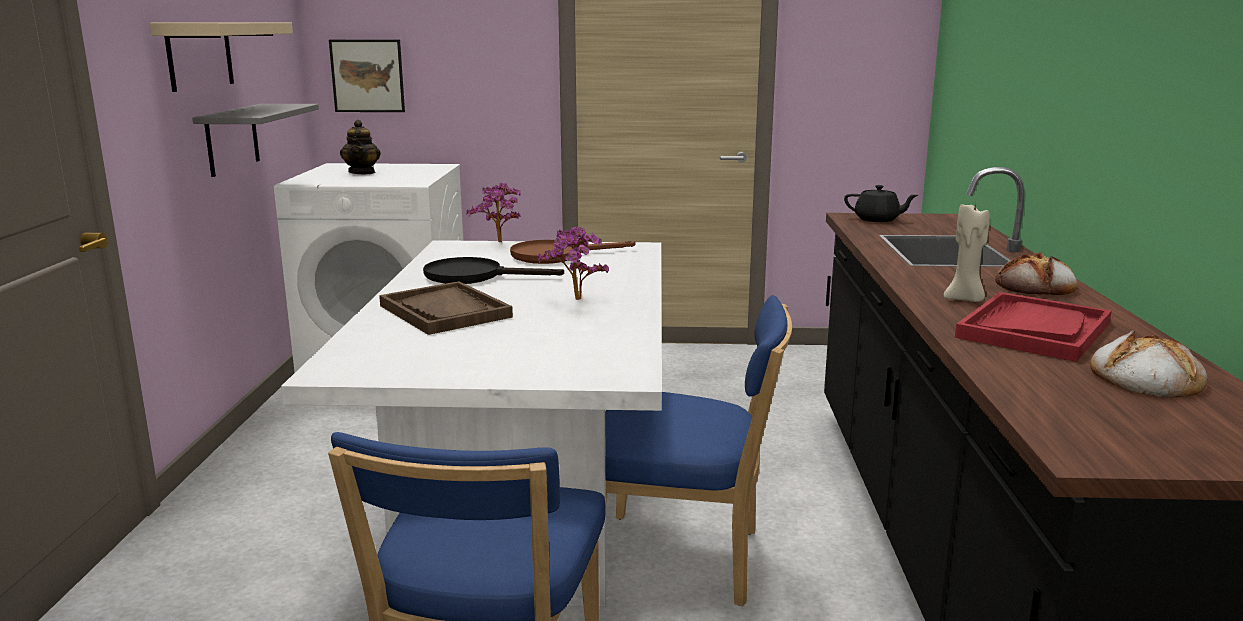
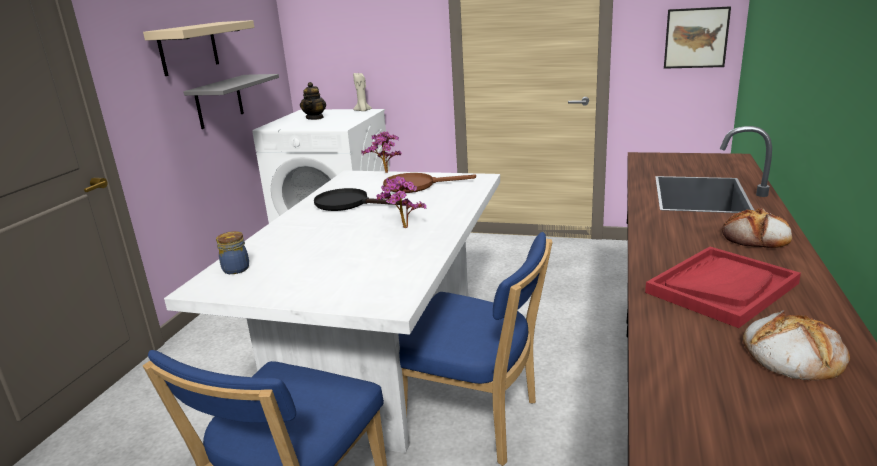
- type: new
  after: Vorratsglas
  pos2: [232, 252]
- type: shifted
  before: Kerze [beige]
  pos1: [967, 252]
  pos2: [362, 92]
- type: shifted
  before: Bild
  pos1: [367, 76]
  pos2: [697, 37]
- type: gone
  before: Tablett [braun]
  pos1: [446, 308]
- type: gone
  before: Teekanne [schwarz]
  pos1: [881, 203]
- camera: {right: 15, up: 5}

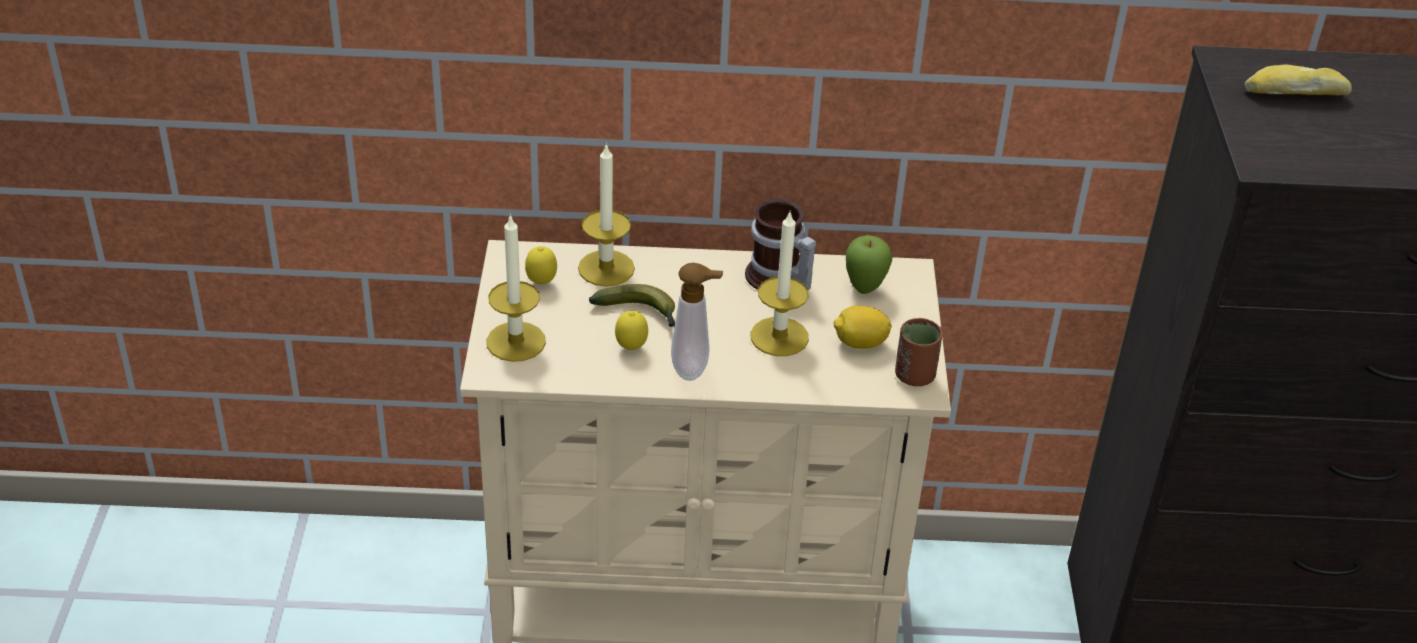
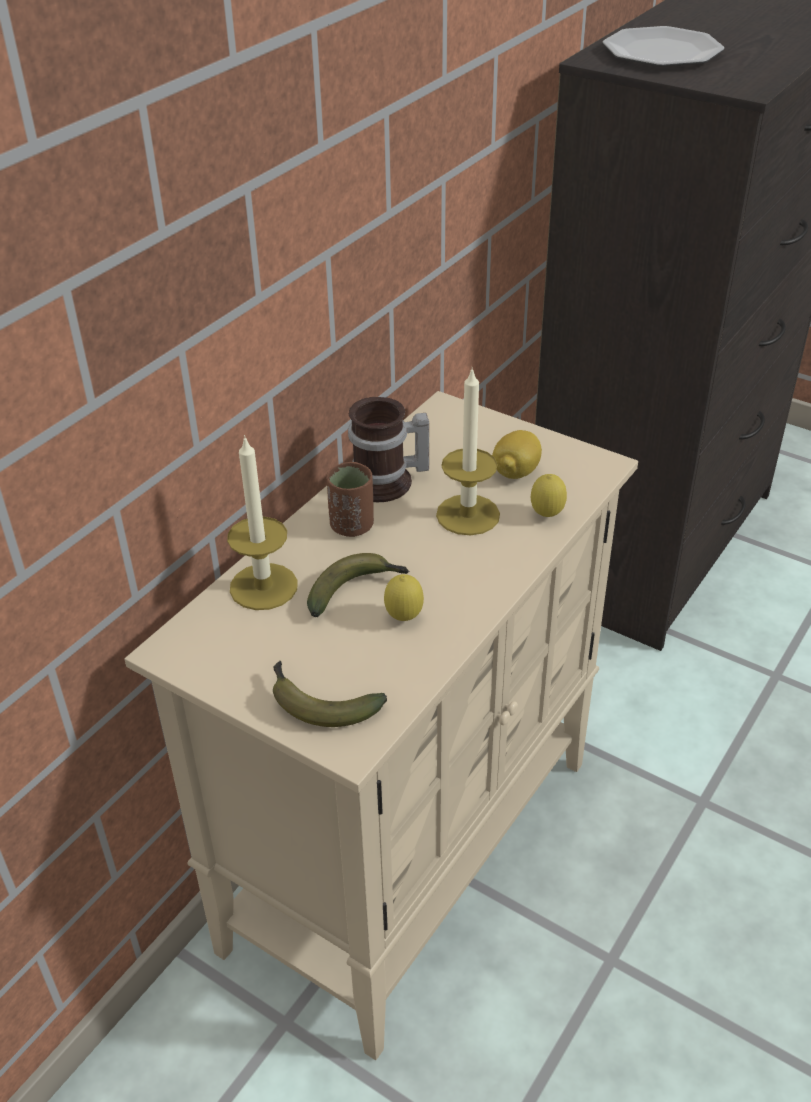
- type: swapped
  before: Kerze
  after: Banane
  pos1: [516, 288]
  pos2: [330, 694]
- type: shifted
  before: Tasse [braun]
  pos1: [918, 352]
  pos2: [350, 499]
- type: shifted
  before: Zitrone
  pos1: [541, 265]
  pos2: [549, 495]
- type: swapped
  before: Brot
  after: Teller
  pos1: [1298, 79]
  pos2: [663, 46]
- type: gone
  before: Seifenspender
  pos1: [697, 322]
- type: gone
  before: Apfel
  pos1: [869, 264]
- camera: {right: -55, up: 0}

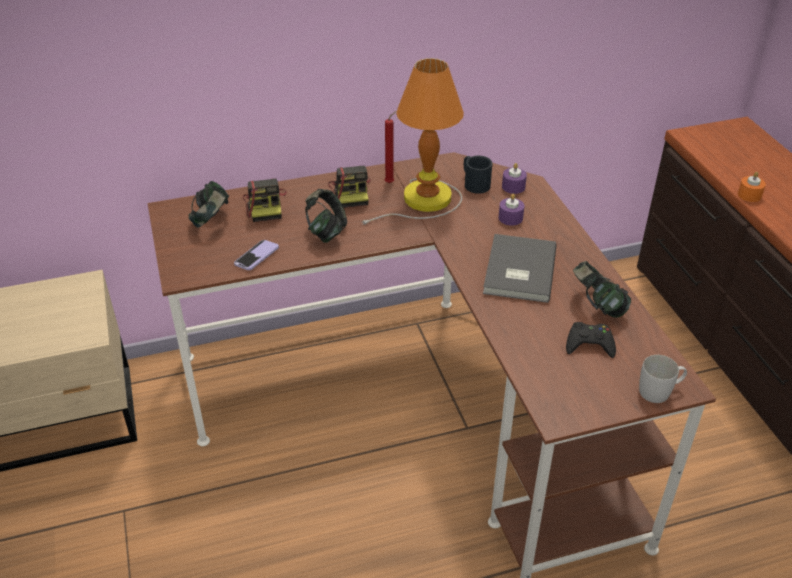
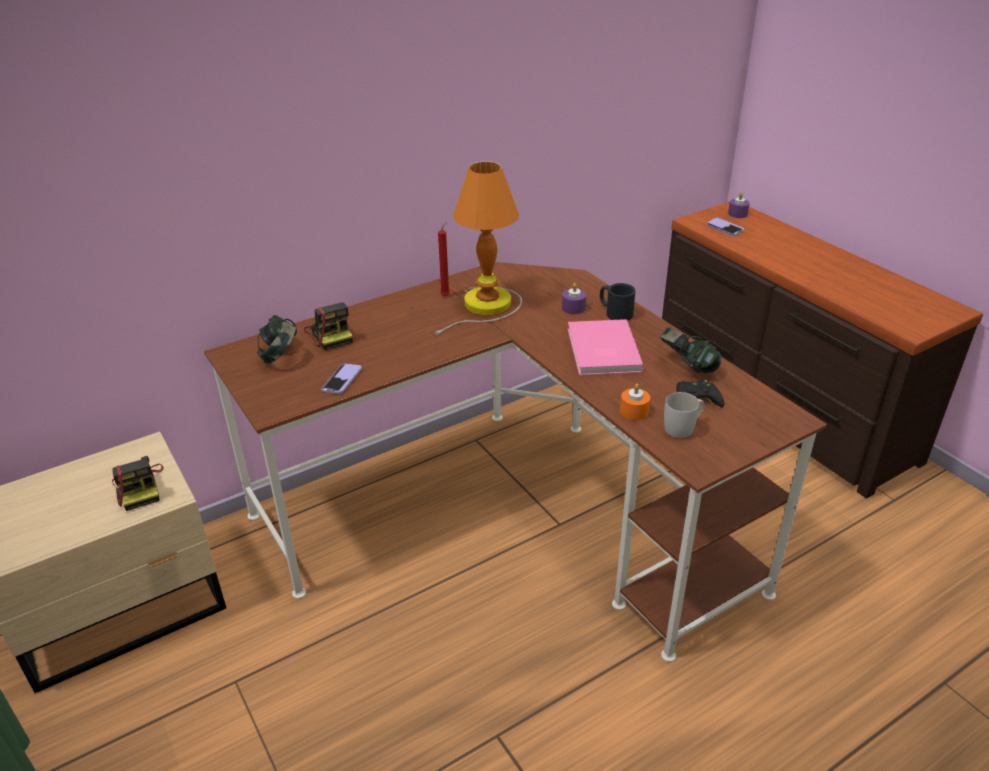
- type: shifted
  before: Kamera
  pos1: [349, 187]
  pos2: [138, 483]
- type: repainted
  before: Buch [grau]
  after: Buch [rosa]
  pos1: [520, 268]
  pos2: [606, 347]
- type: shifted
  before: Henkelbecher [schwarz]
  pos1: [478, 175]
  pos2: [618, 302]
- type: shifted
  before: Kerze [orange]
  pos1: [752, 187]
  pos2: [635, 402]
- type: shifted
  before: Henkelbecher [weiß]
  pos1: [663, 379]
  pos2: [684, 415]
- type: new
  after: Handy
  pos2: [725, 227]
- type: shifted
  before: Kerze [lila]
  pos1: [514, 178]
  pos2: [739, 205]
- type: gone
  before: Kopfhörer
  pos1: [326, 216]
- camera: {right: -15, up: -5}

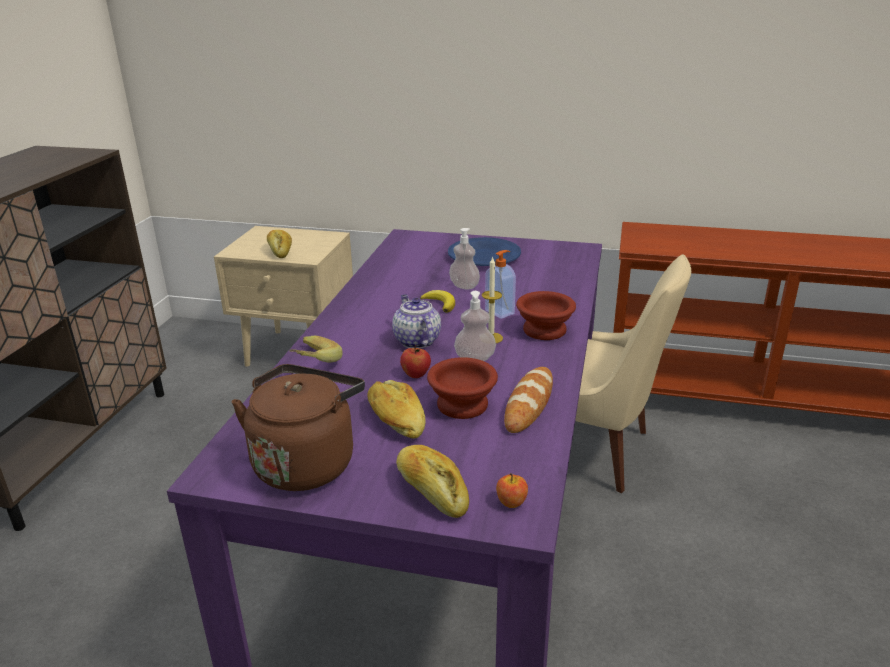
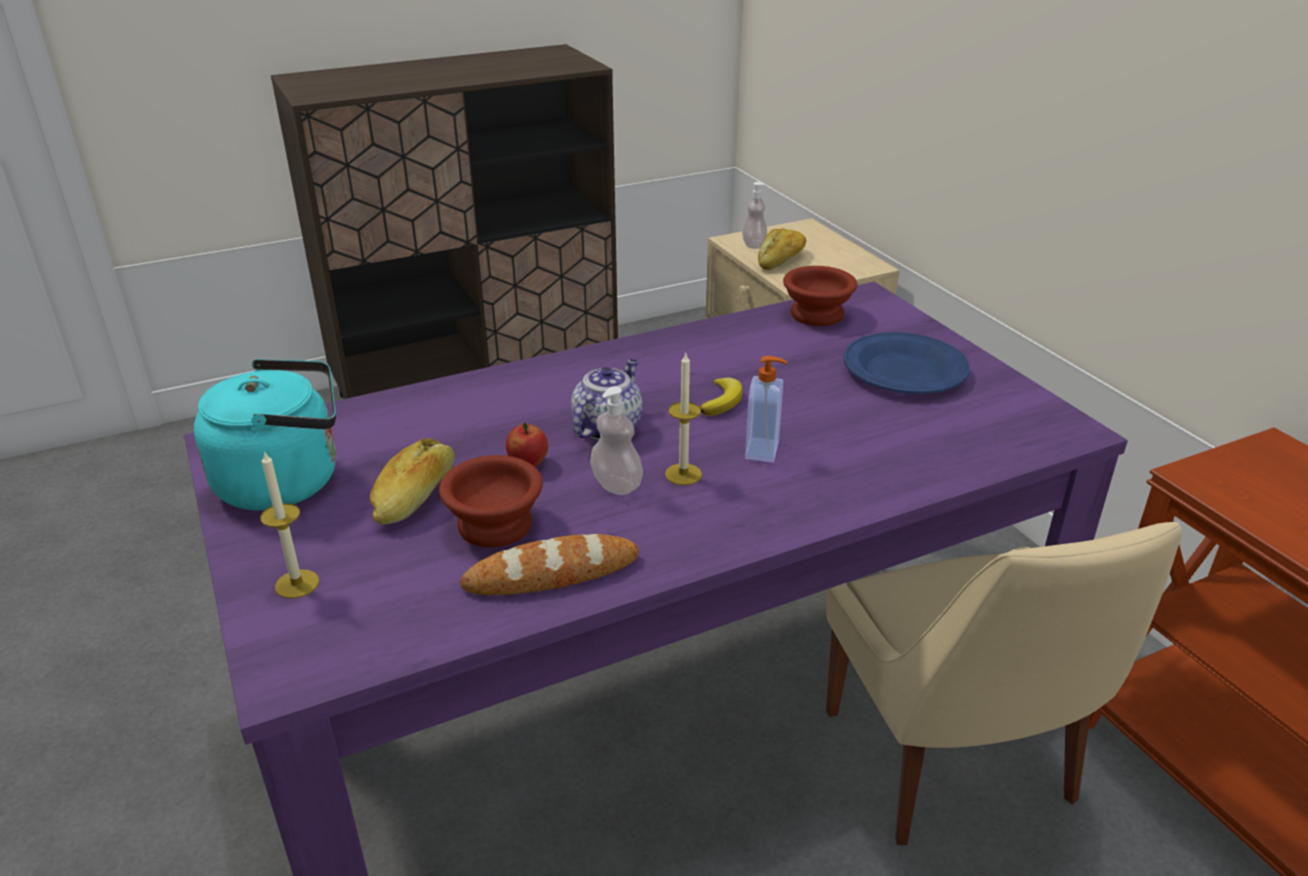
- type: repainted
  before: Wasserkessel [braun]
  after: Wasserkessel [türkis]
  pos1: [298, 427]
  pos2: [265, 435]
- type: swapped
  before: Brot
  after: Kerze
  pos1: [432, 481]
  pos2: [289, 524]
- type: shifted
  before: Seifenspender
  pos1: [464, 259]
  pos2: [754, 215]
- type: shifted
  before: Schüssel [braun]
  pos1: [546, 315]
  pos2: [820, 296]
- type: gone
  before: Banane
  pos1: [315, 349]
- type: gone
  before: Apfel
  pos1: [512, 490]
- camera: {right: 50, up: 5}

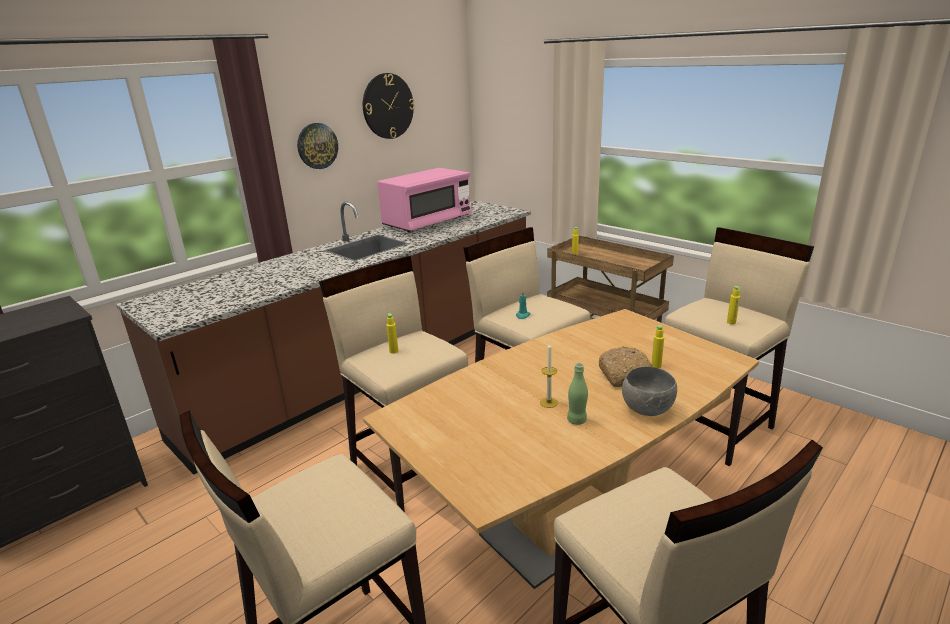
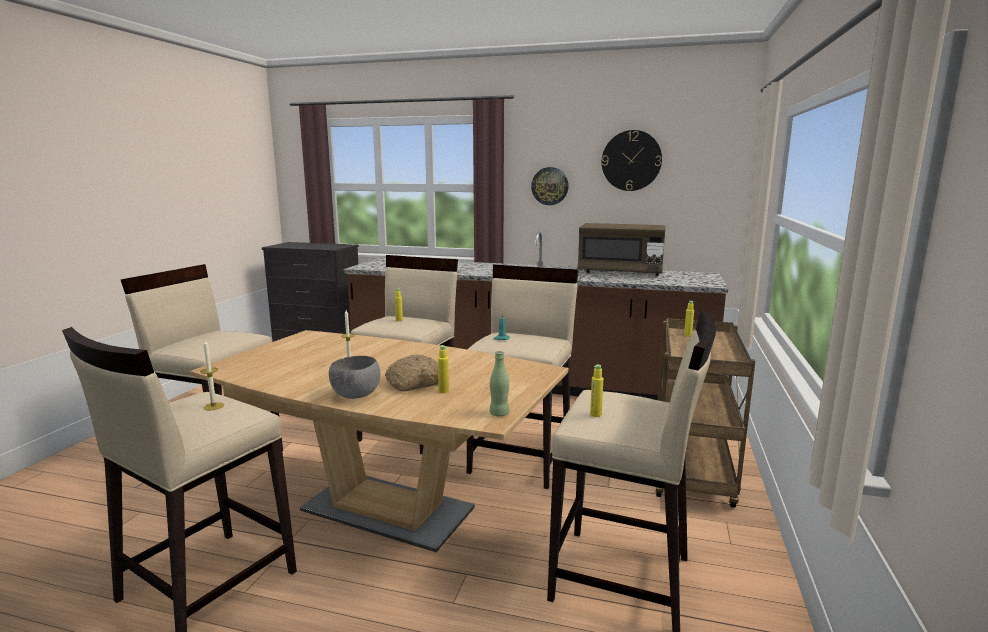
- type: new
  after: Kerze
  pos2: [212, 375]
- type: shifted
  before: Flasche [grün]
  pos1: [577, 394]
  pos2: [499, 383]
- type: repainted
  before: Mikrowelle [rosa]
  after: Mikrowelle [braun]
  pos1: [424, 200]
  pos2: [621, 249]
- camera: {right: 60, up: -10}

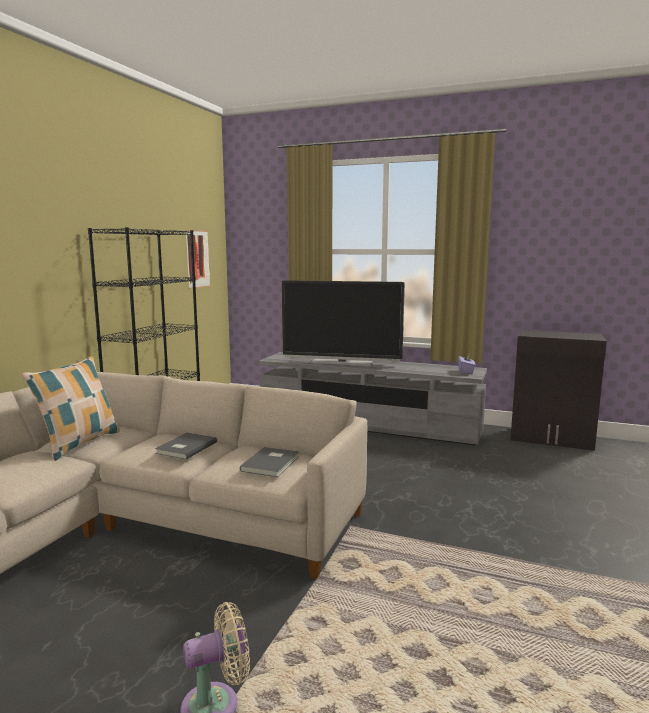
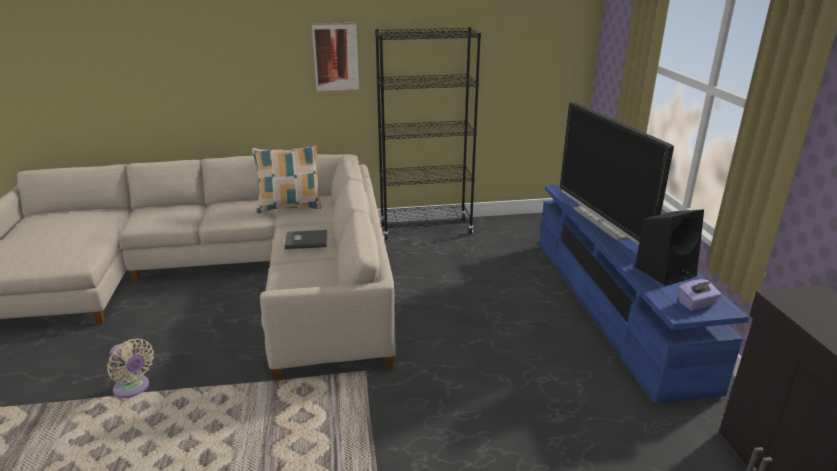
- type: shifted
  before: Bild
  pos1: [197, 259]
  pos2: [335, 57]
- type: repainted
  before: Fernsehschrank [grau]
  after: Fernsehschrank [blau]
  pos1: [373, 398]
  pos2: [644, 294]
- type: new
  after: Lautsprecher [schwarz]
  pos2: [669, 248]
- type: gone
  before: Buch [grau]
  pos1: [269, 462]
- camera: {right: 60, up: 15}

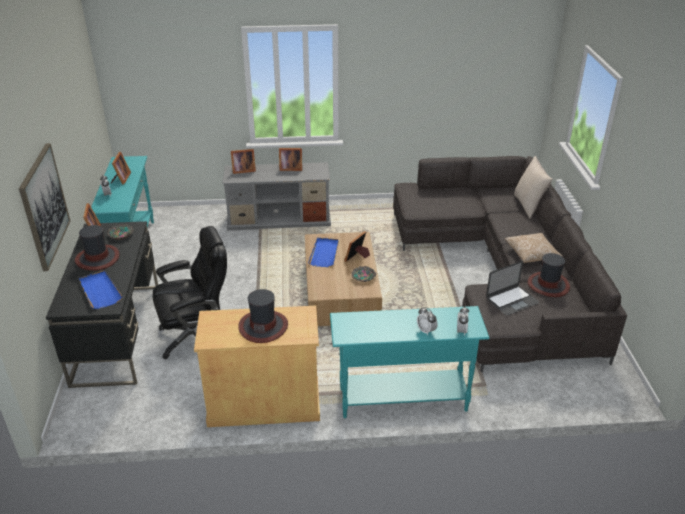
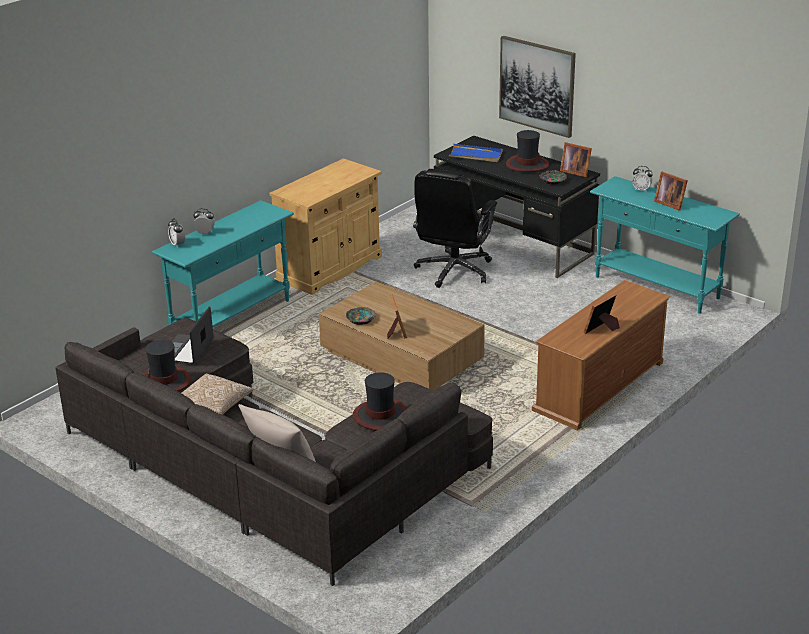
- type: shifted
  before: Hut
  pos1: [263, 316]
  pos2: [380, 401]
- type: repainted
  before: Fernsehschrank [grau]
  after: Fernsehschrank [braun]
  pos1: [276, 196]
  pos2: [601, 355]
- type: gone
  before: Bilderrahmen
  pos1: [243, 161]
- type: gone
  before: Tablett [blau]
  pos1: [323, 252]
- camera: {right: 135, up: -5}

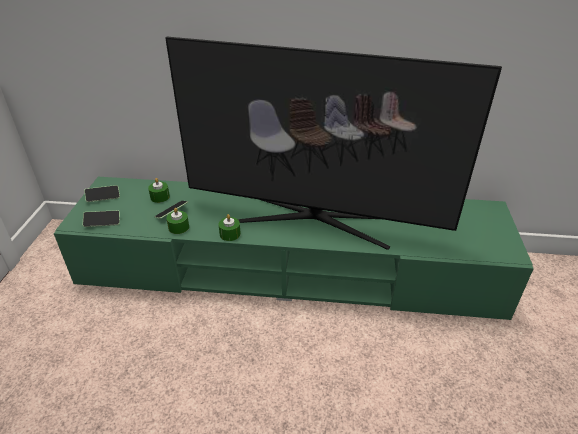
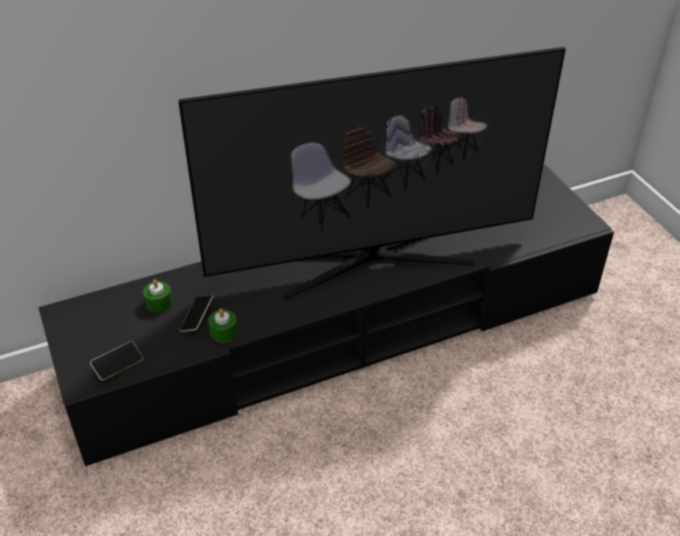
- type: repainted
  before: Fernsehschrank [grün]
  after: Fernsehschrank [schwarz]
  pos1: [294, 248]
  pos2: [326, 315]
- type: gone
  before: Handy
  pos1: [102, 193]
- type: gone
  before: Kerze [grün]
  pos1: [229, 227]
- camera: {right: -30, up: 5}

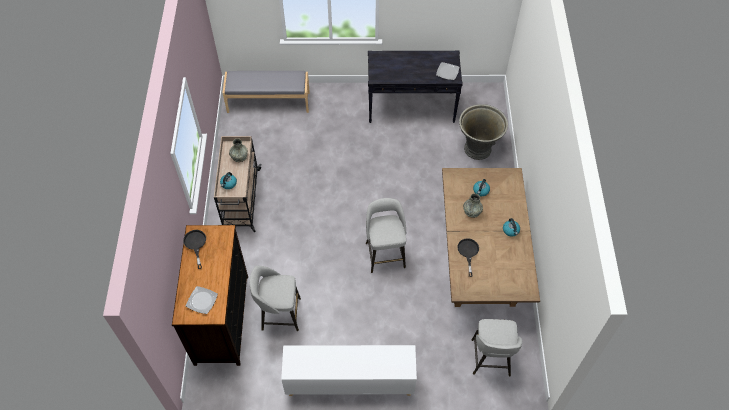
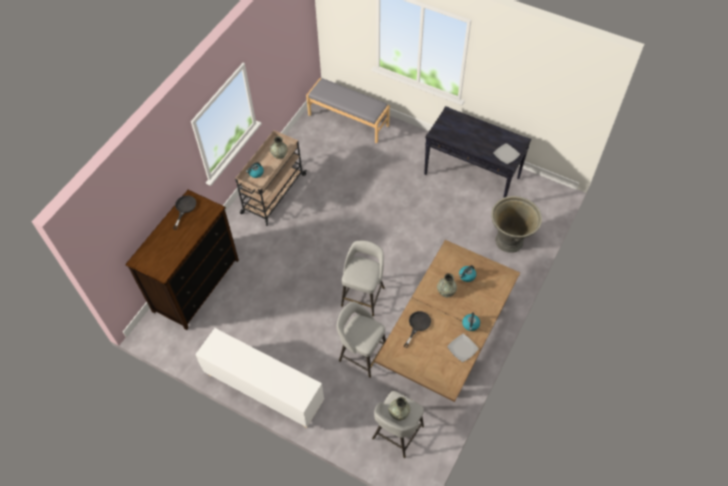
- type: shifted
  before: Hocker [grau]
  pos1: [275, 298]
  pos2: [361, 339]
- type: new
  after: Vase [grau]
  pos2: [399, 408]
- type: shifted
  before: Teller
  pos1: [202, 300]
  pos2: [463, 348]
- camera: {right: 30, up: 0}

